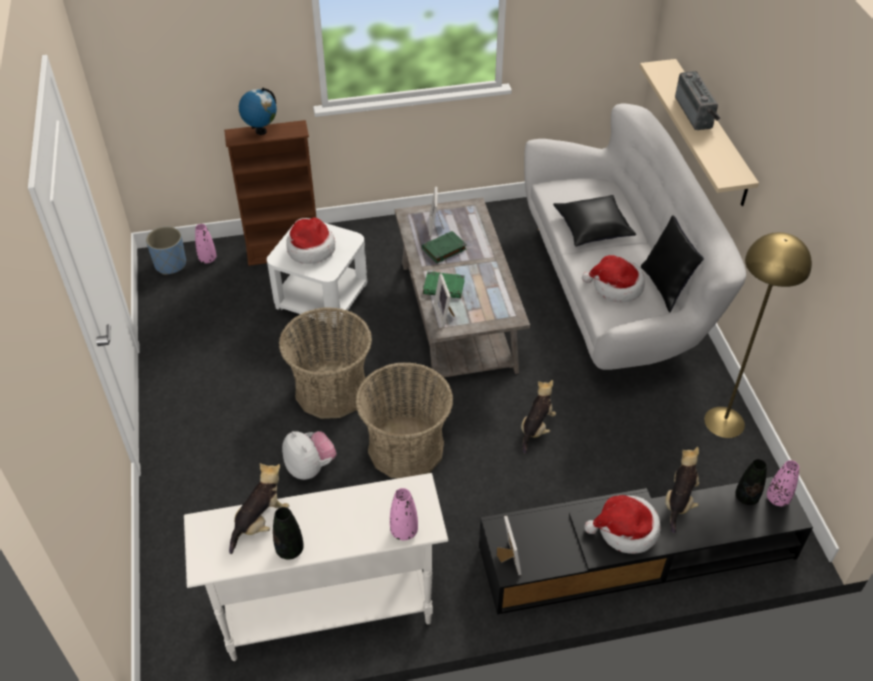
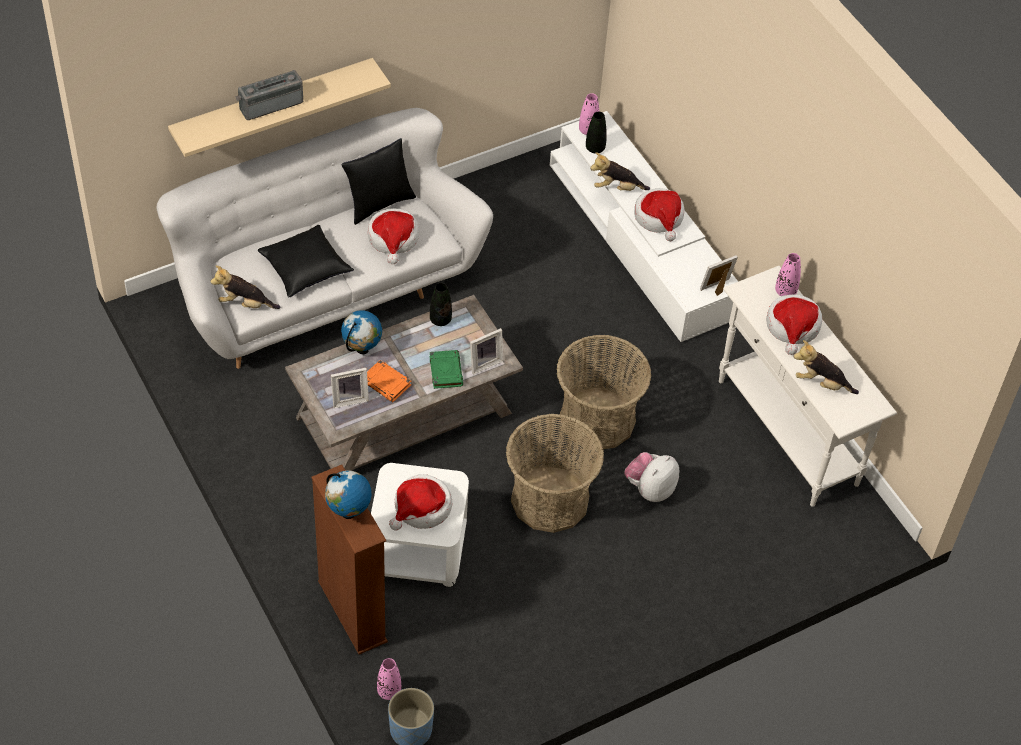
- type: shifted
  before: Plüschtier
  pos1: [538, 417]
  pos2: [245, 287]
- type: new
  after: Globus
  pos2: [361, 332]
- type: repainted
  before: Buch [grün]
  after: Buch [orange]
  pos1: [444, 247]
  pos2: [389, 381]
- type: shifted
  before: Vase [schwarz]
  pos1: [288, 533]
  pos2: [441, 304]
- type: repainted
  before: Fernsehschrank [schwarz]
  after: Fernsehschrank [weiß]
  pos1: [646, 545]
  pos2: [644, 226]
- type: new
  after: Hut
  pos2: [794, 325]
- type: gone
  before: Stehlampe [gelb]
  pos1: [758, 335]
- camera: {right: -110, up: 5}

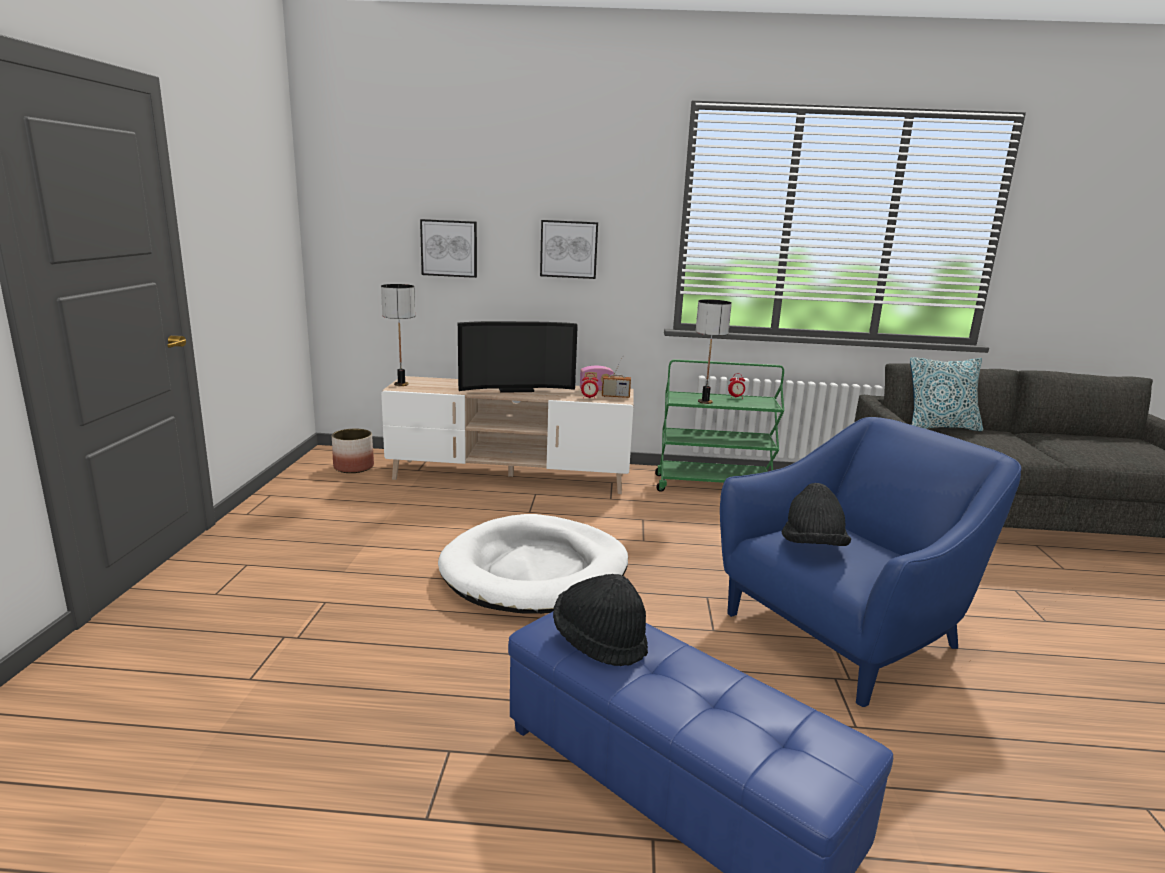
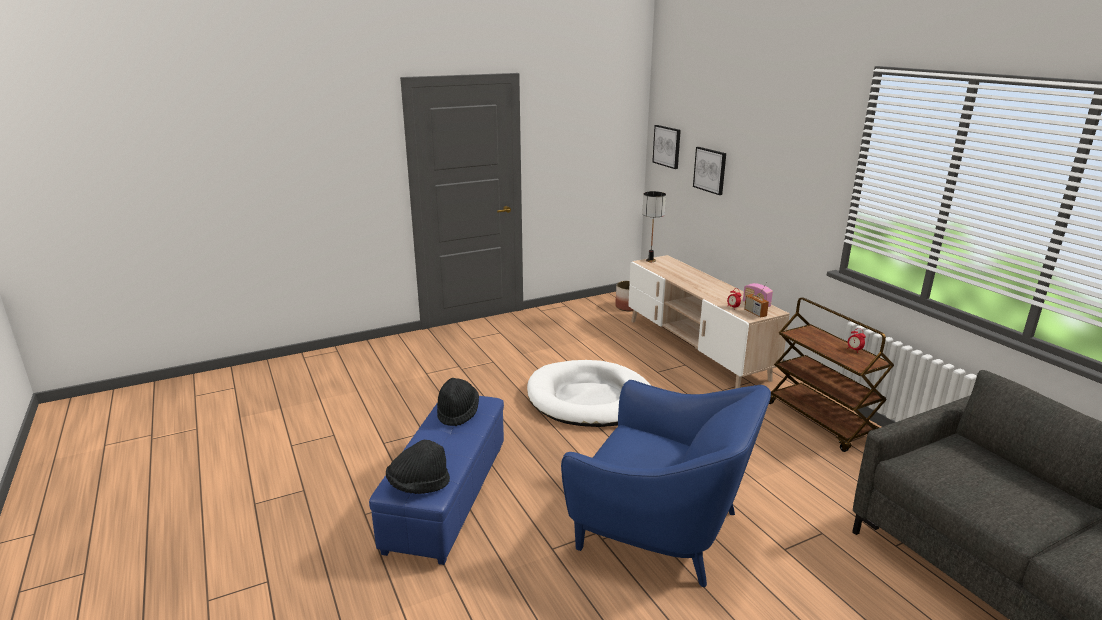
- type: shifted
  before: Hut [schwarz]
  pos1: [816, 514]
  pos2: [418, 467]
- type: shifted
  before: Bild
  pos1: [569, 249]
  pos2: [666, 147]
- type: repainted
  before: Rollwagen [grün]
  after: Rollwagen [braun]
  pos1: [719, 425]
  pos2: [831, 374]
- type: gone
  before: Fernseher
  pos1: [518, 357]
- type: gone
  before: Tischlampe
  pos1: [714, 351]
- type: gone
  before: Kissen
  pos1: [946, 394]
- camera: {right: 60, up: 5}

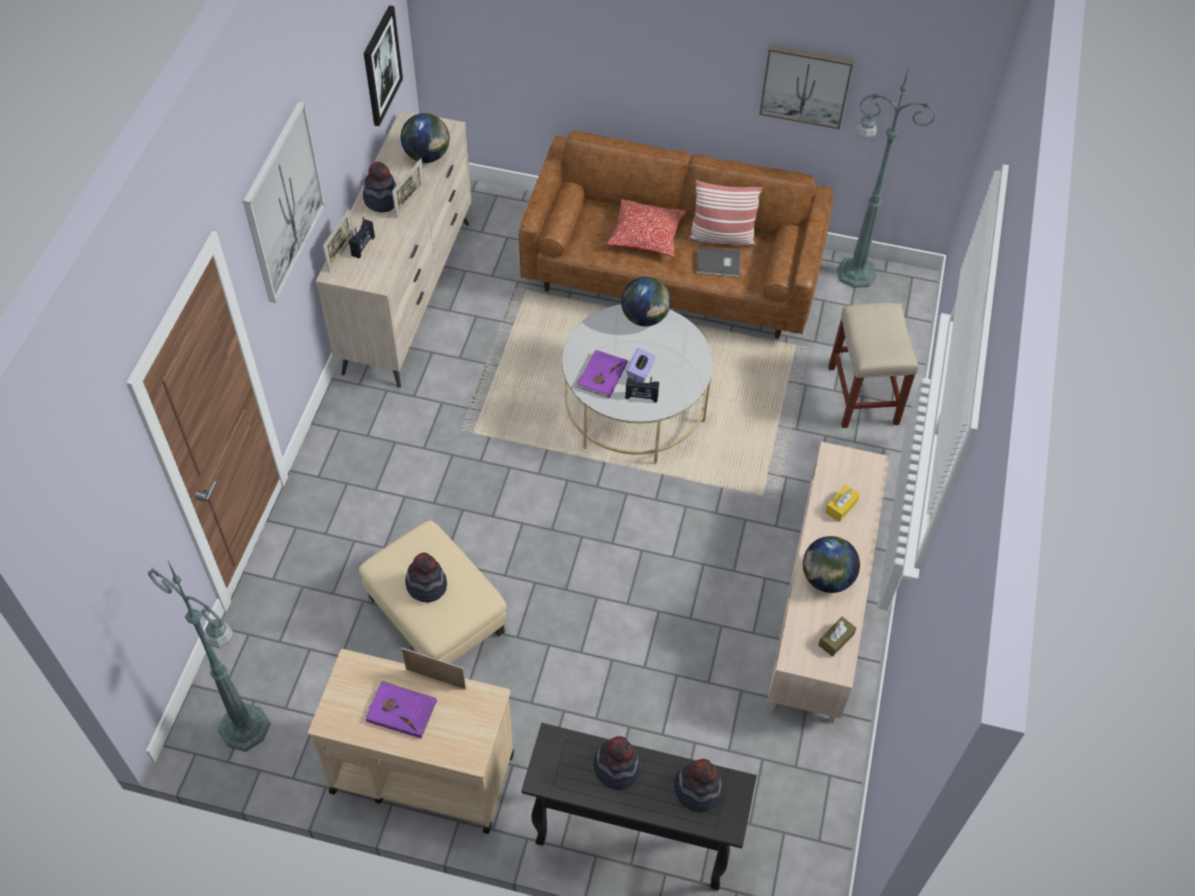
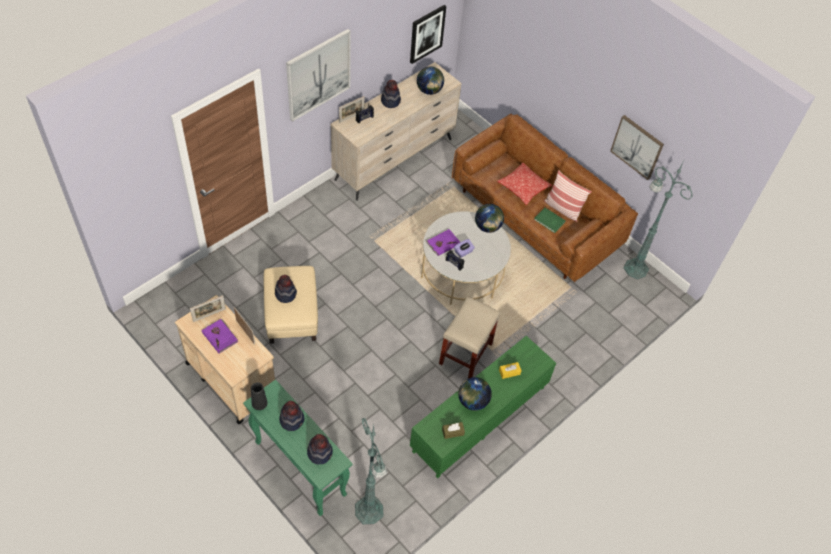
- type: shifted
  before: Bilderrahmen
  pos1: [408, 188]
  pos2: [208, 308]
- type: repainted
  before: Konsolentisch [schwarz]
  after: Konsolentisch [grün]
  pos1: [639, 807]
  pos2: [298, 447]
- type: new
  after: Vase [schwarz]
  pos2: [259, 396]
- type: shifted
  before: Stehlampe [grün]
  pos1: [209, 655]
  pos2: [371, 471]
- type: repainted
  before: Fernsehschrank [beige]
  after: Fernsehschrank [grün]
  pos1: [828, 583]
  pos2: [483, 407]
- type: shifted
  before: Hocker [beige]
  pos1: [873, 365]
  pos2: [469, 337]
- type: repainted
  before: Buch [grau]
  after: Buch [grün]
  pos1: [718, 262]
  pos2: [550, 220]
- camera: {right: 30, up: 0}

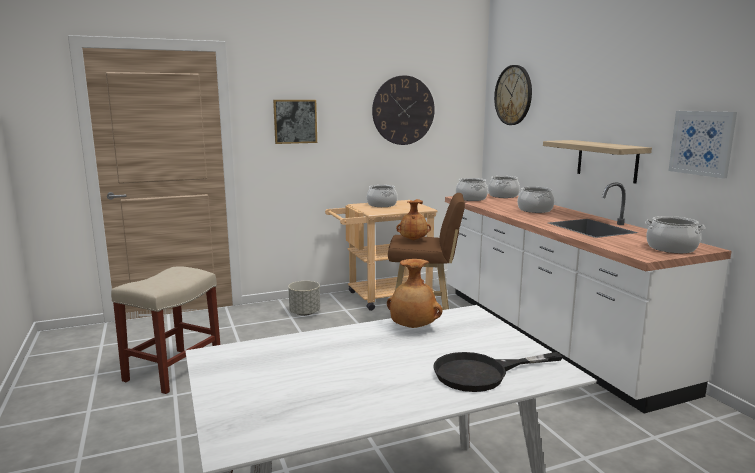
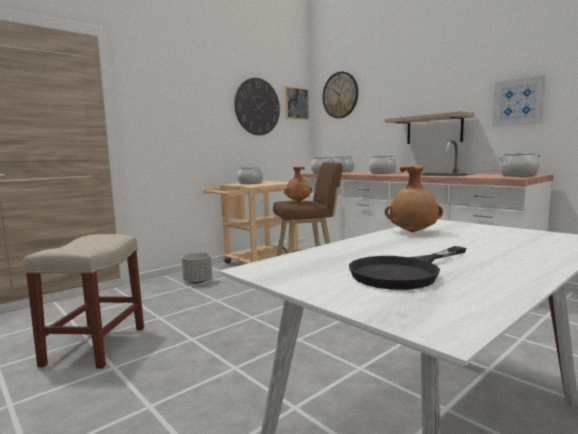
- type: shifted
  before: Bild
  pos1: [295, 122]
  pos2: [297, 103]
- type: shifted
  before: Pfanne [schwarz]
  pos1: [498, 372]
  pos2: [407, 268]
- camera: {right: -20, up: -5}

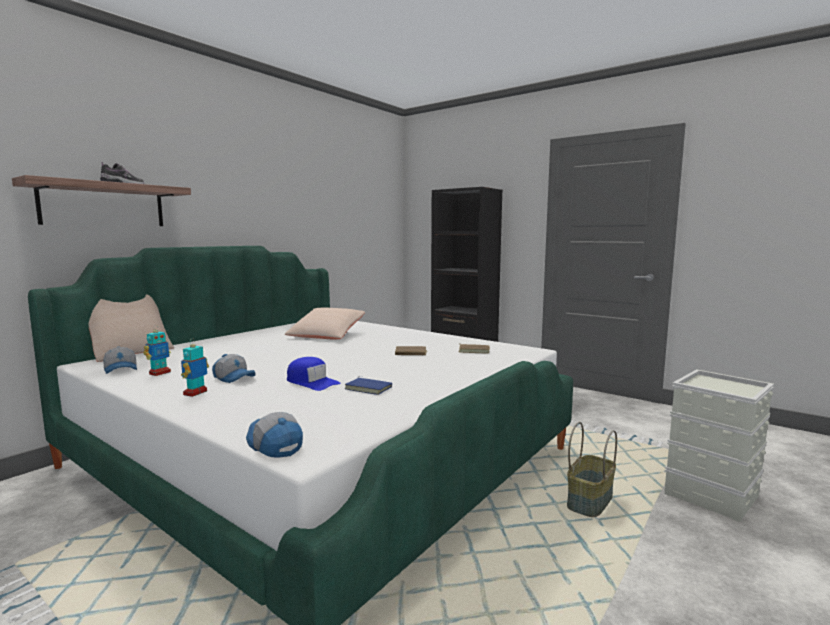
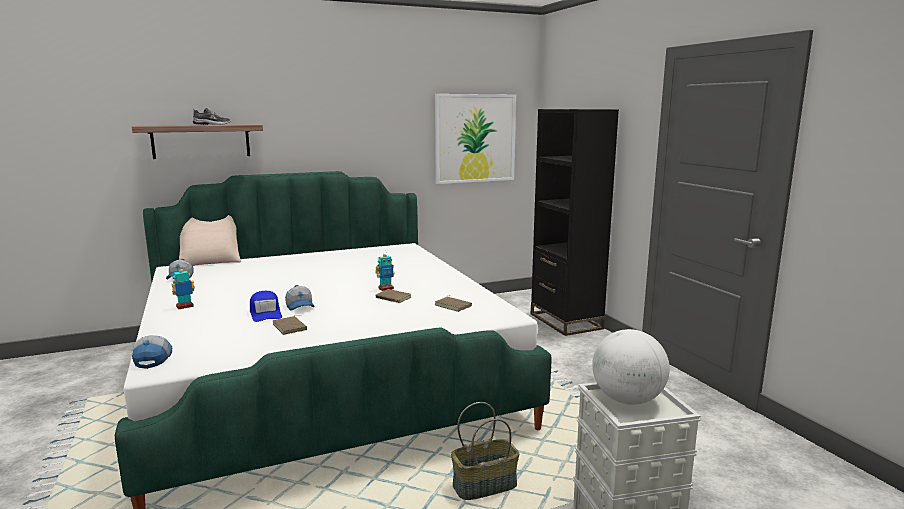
- type: repainted
  before: Buch [blau]
  after: Buch [braun]
  pos1: [368, 385]
  pos2: [289, 325]
- type: shifted
  before: Kappe
  pos1: [234, 368]
  pos2: [299, 298]
- type: shifted
  before: Spielzeugroboter
  pos1: [157, 350]
  pos2: [385, 271]
- type: new
  after: Bild
  pos2: [475, 139]
- type: new
  after: Globus
  pos2: [631, 367]
- type: gone
  before: Kissen [beige]
  pos1: [325, 323]
- camera: {right: 30, up: 5}

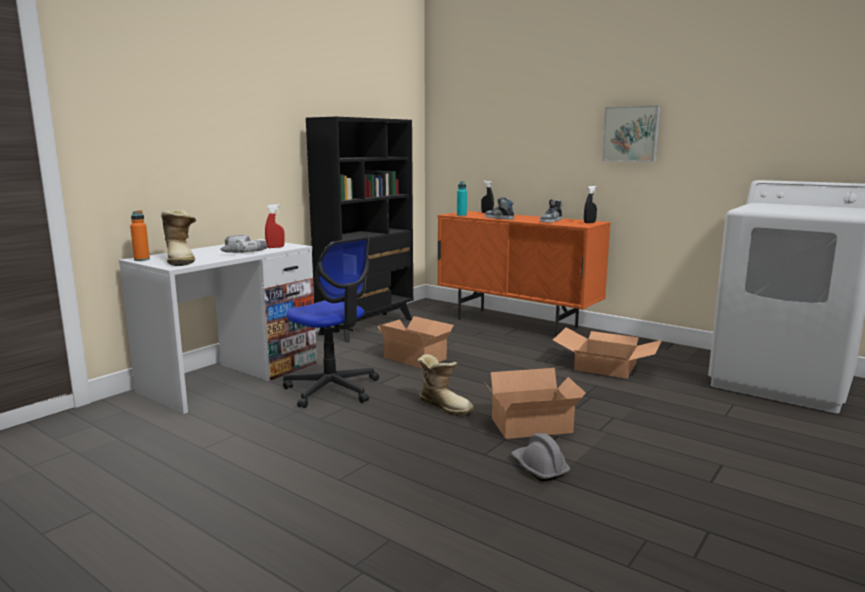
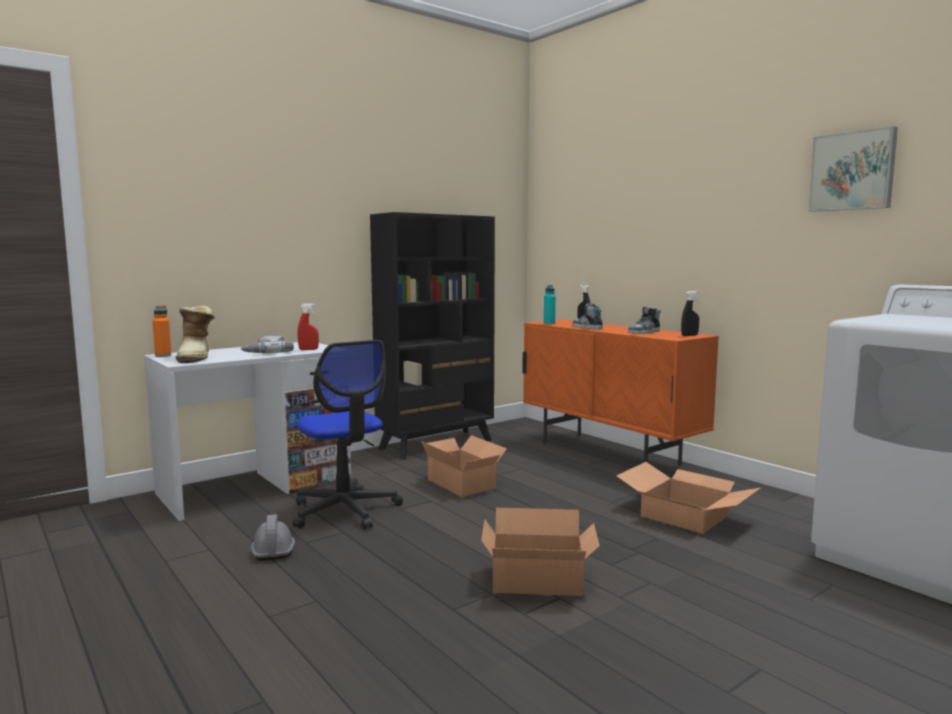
- type: shifted
  before: Schutzhelm [grau]
  pos1: [540, 457]
  pos2: [273, 537]
- type: shifted
  before: Bild
  pos1: [631, 133]
  pos2: [853, 169]
- type: gone
  before: Stiefel
  pos1: [445, 385]
- camera: {right: 15, up: -5}

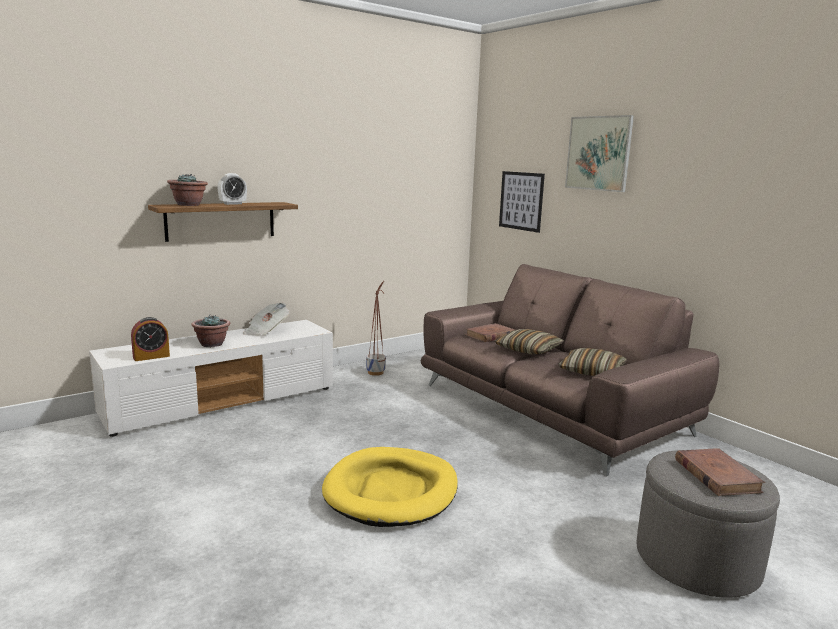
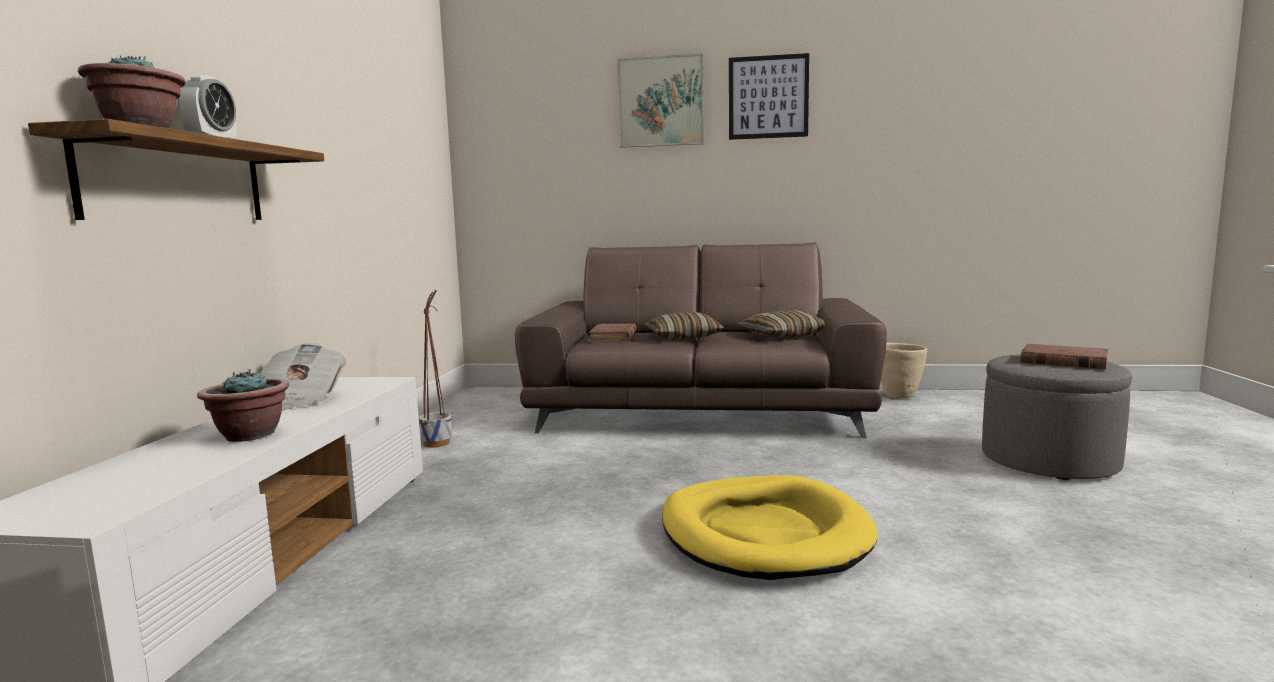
- type: shifted
  before: Bild
  pos1: [522, 202]
  pos2: [769, 96]
- type: new
  after: Pflanzkübel [beige]
  pos2: [904, 371]
- type: gone
  before: Wecker
  pos1: [150, 339]
- camera: {right: -45, up: -5}

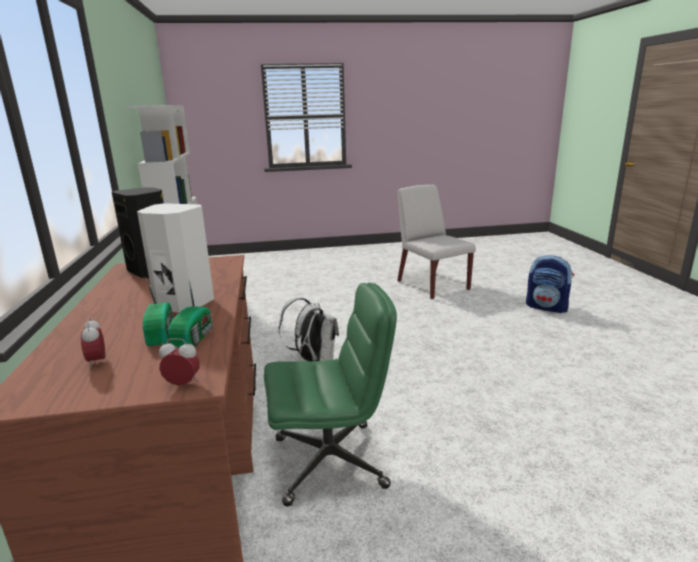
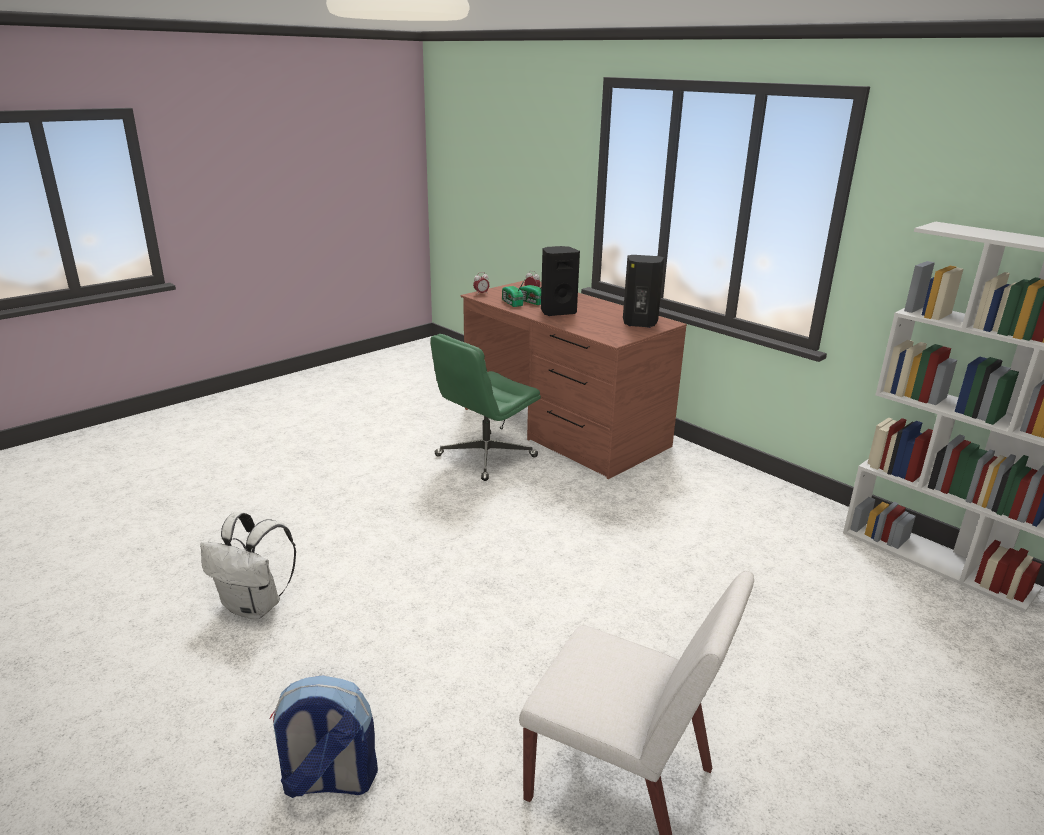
- type: shifted
  before: Rucksack [weiß]
  pos1: [309, 329]
  pos2: [248, 566]
- type: repainted
  before: Lautsprecher [weiß]
  after: Lautsprecher [schwarz]
  pos1: [175, 258]
  pos2: [560, 281]
- camera: {right: 145, up: 5}

